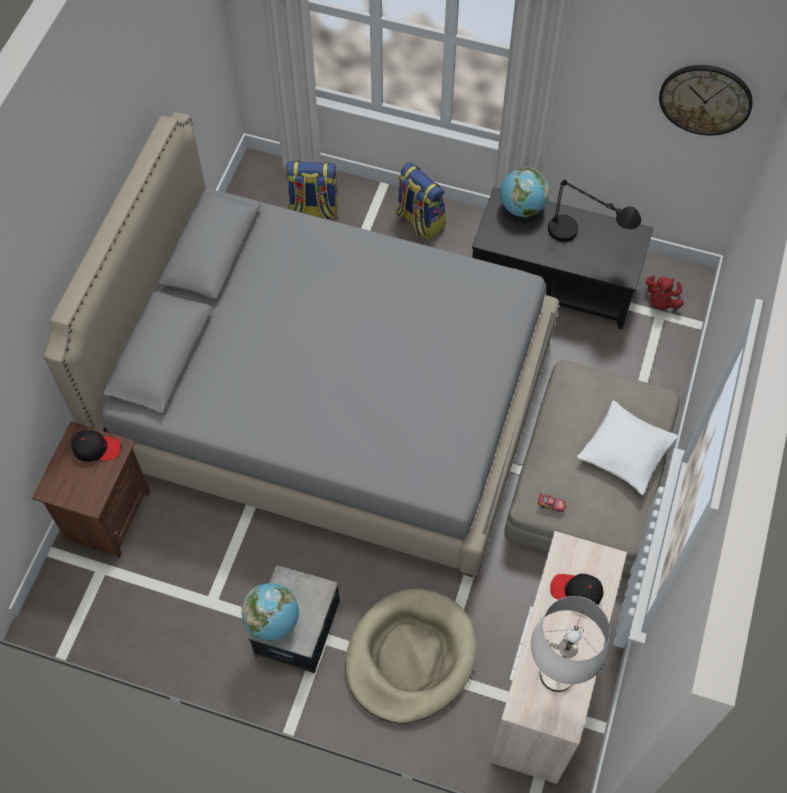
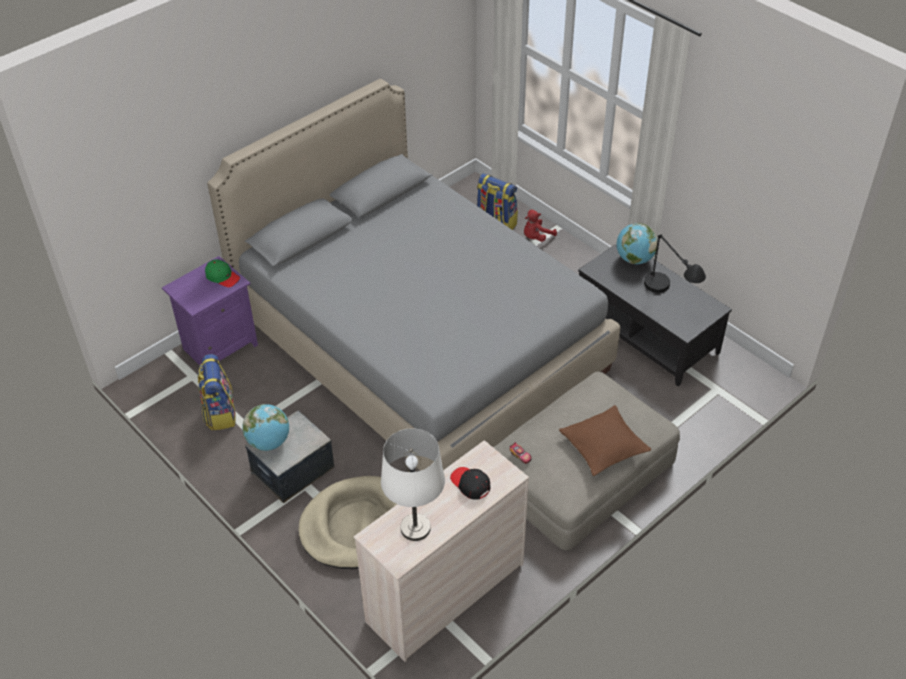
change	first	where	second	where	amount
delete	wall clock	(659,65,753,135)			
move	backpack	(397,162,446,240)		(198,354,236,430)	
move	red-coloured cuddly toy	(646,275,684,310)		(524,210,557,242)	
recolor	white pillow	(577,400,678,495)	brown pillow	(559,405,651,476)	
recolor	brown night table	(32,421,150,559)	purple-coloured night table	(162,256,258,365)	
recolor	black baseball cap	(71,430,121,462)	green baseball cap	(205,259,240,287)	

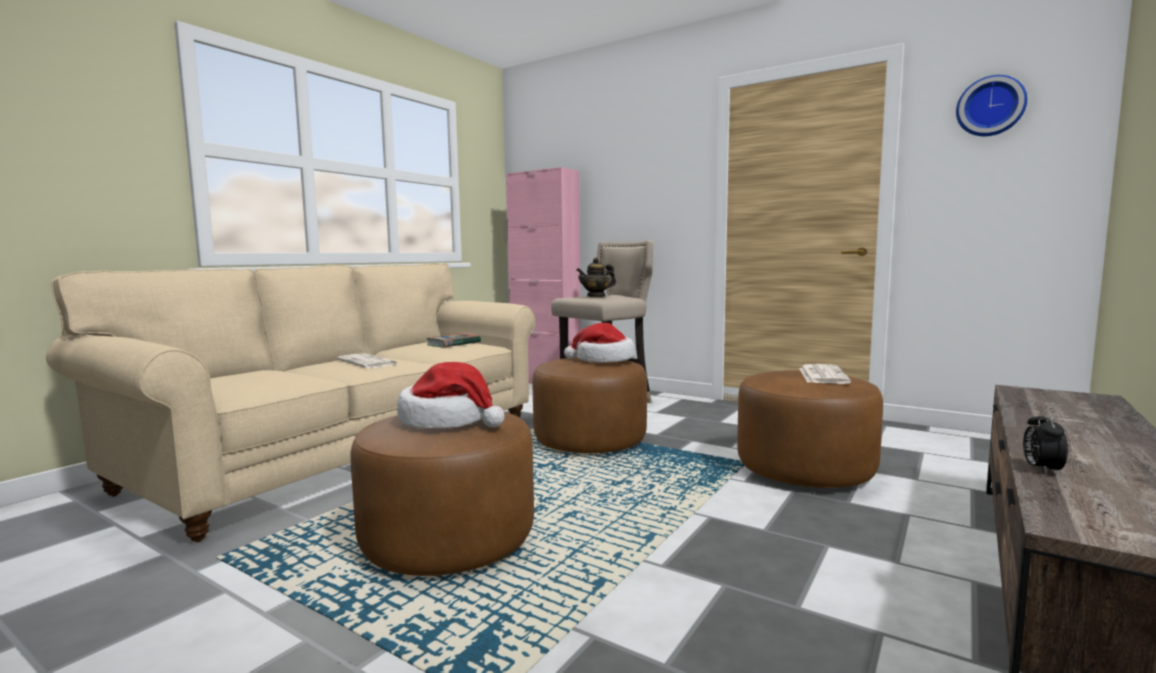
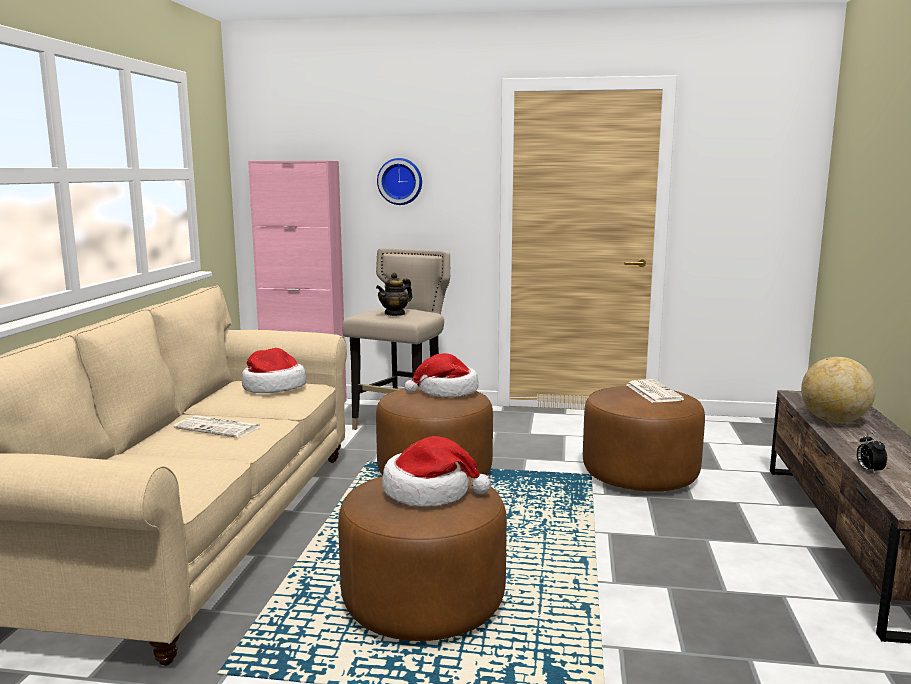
change	first	where	second	where	amount
move	wall clock	(956,75,1027,136)		(377,158,422,205)	
replace	volume	(426,333,481,347)	wearable hat	(242,348,306,393)	
insert			desk globe	(801,357,876,423)	

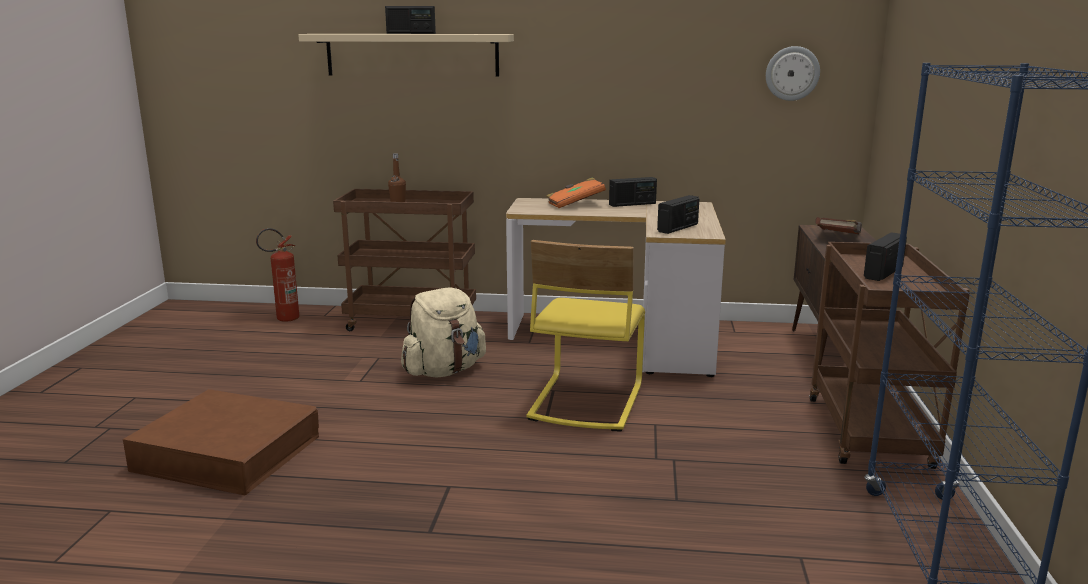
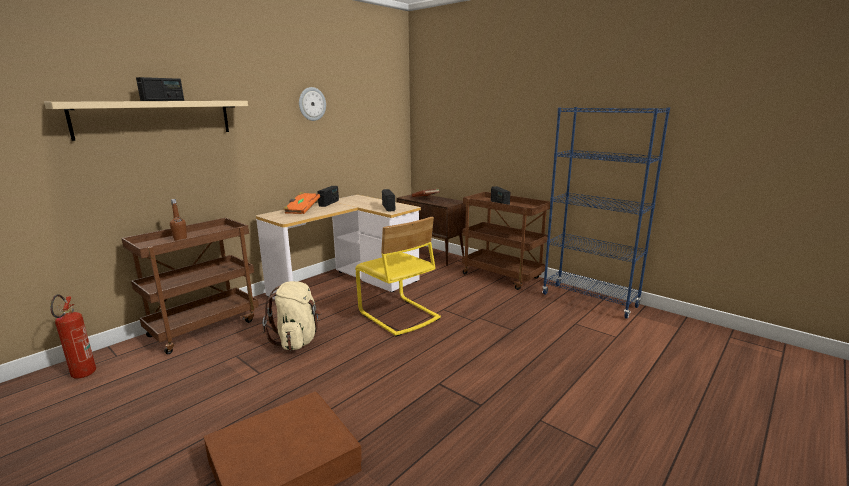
change	first	where	second	where	amount
move	wall clock	(766,46,820,101)		(299,87,326,121)	

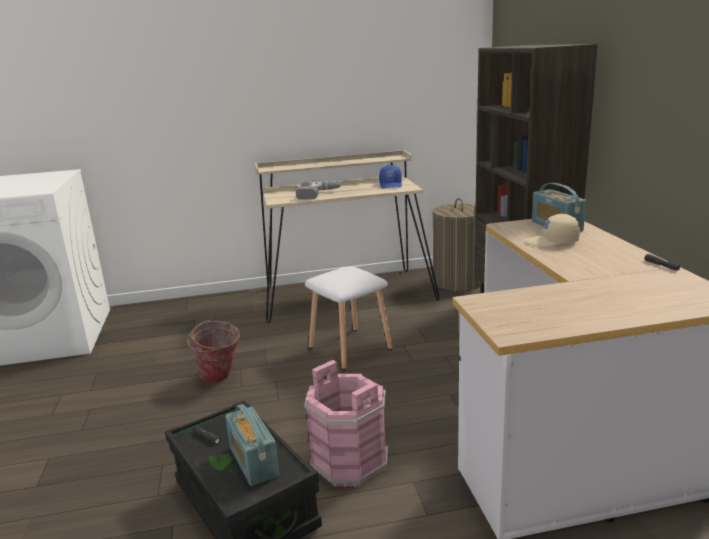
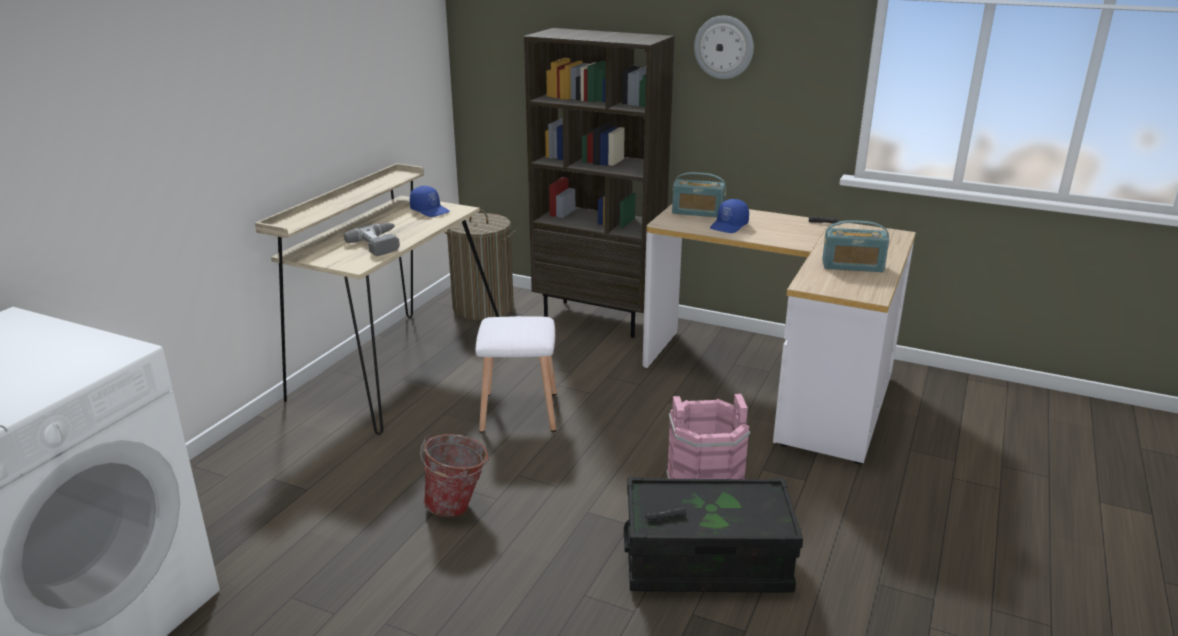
change	first	where	second	where	amount
recolor	beige-coloured baseball cap	(526,214,580,247)	blue-coloured baseball cap	(710,199,749,233)	
move	radio	(225,404,279,486)		(822,220,889,272)	
insert			wall clock	(694,16,754,79)	

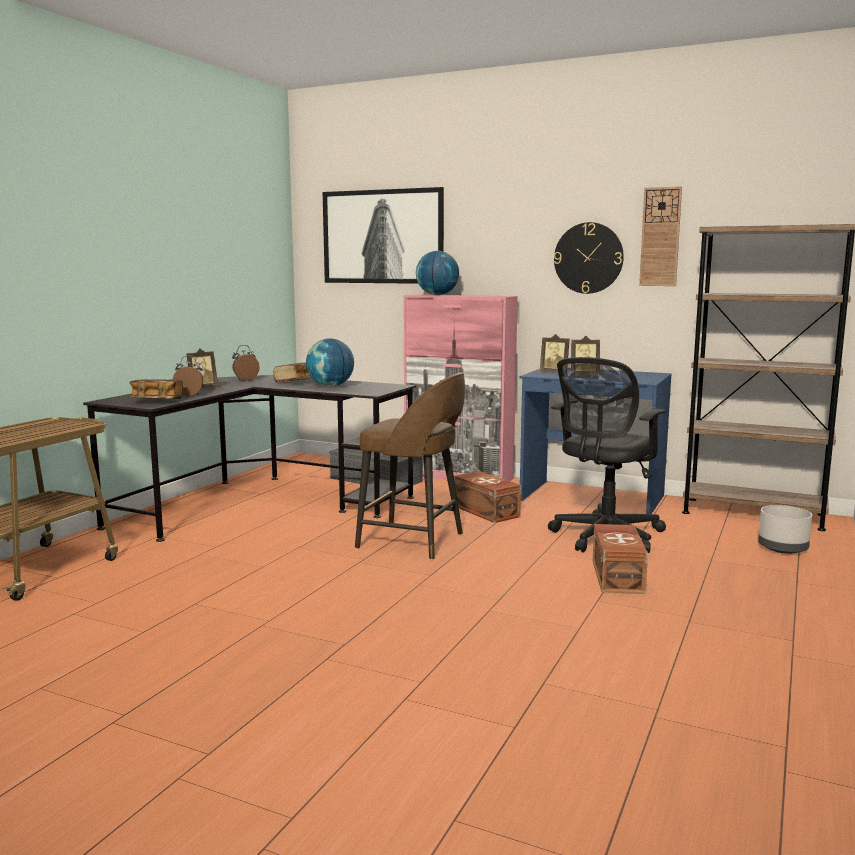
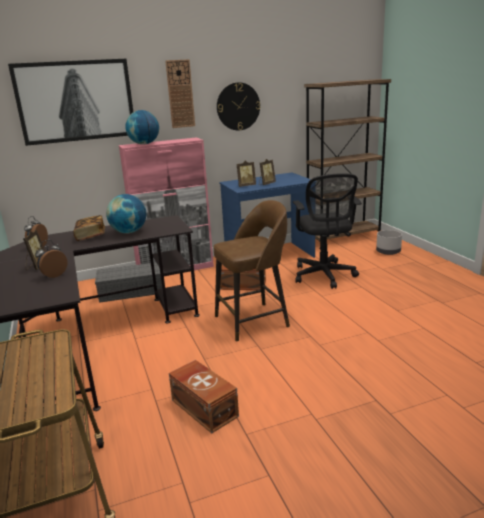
change	first	where	second	where	amount
move	wall clock	(639,186,682,286)		(165,59,195,128)	
delete	volume	(130,380,183,399)			
move	brown storage container	(593,524,648,594)		(169,360,239,434)	

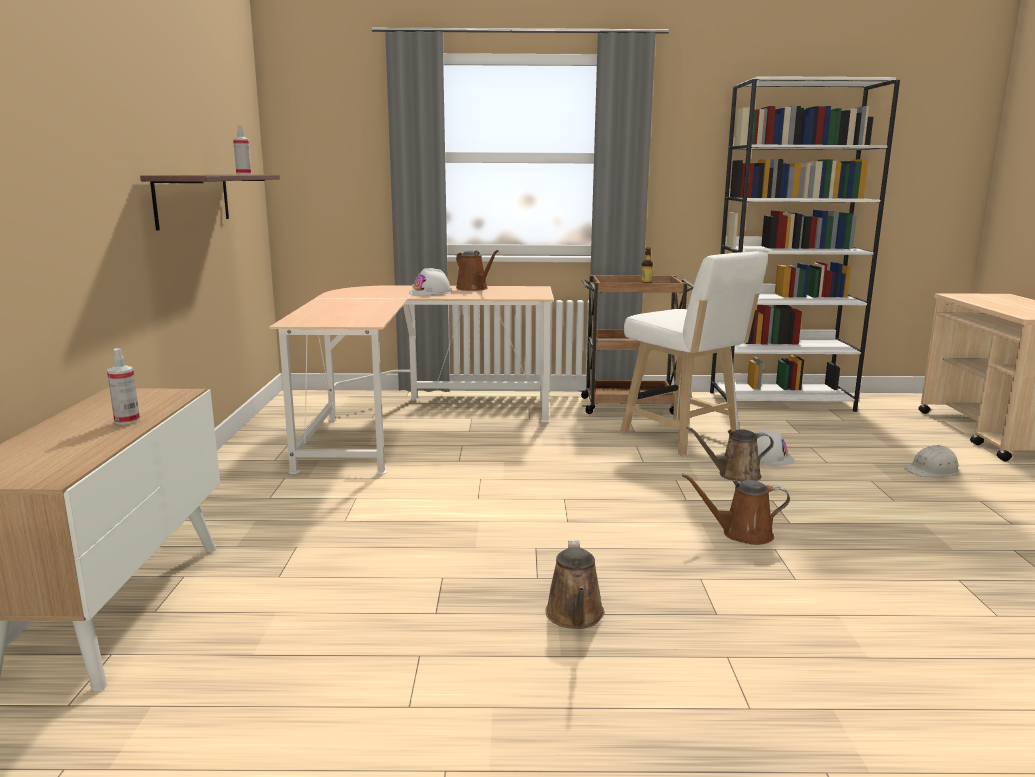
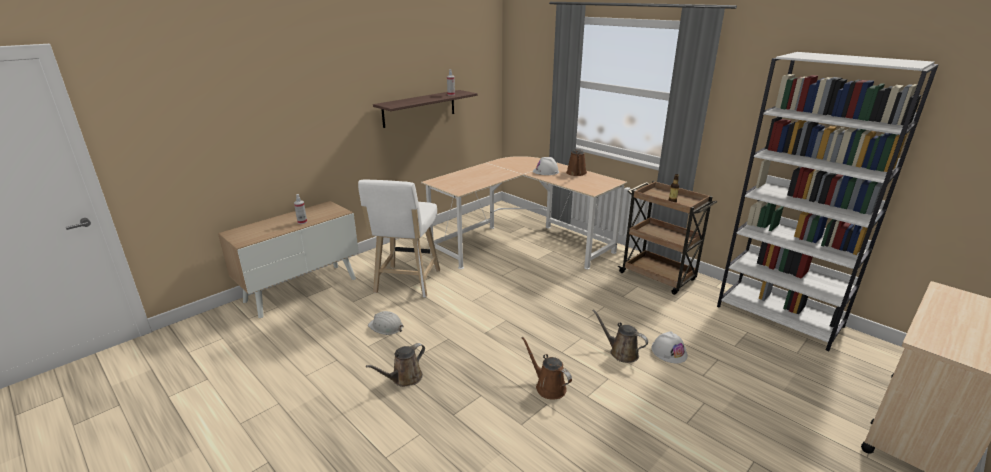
change	first	where	second	where	amount
move	white sitting stool	(620,251,768,457)		(358,179,440,297)	
move	white hard hat	(904,445,960,477)		(368,311,404,335)	

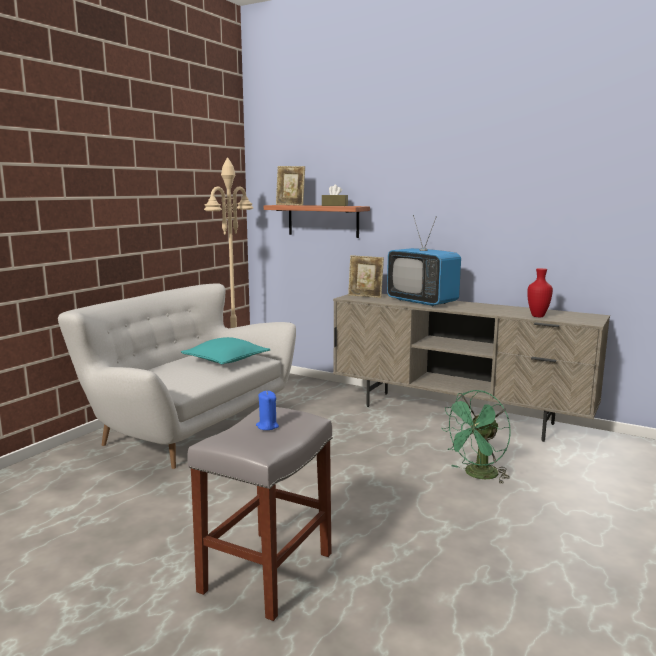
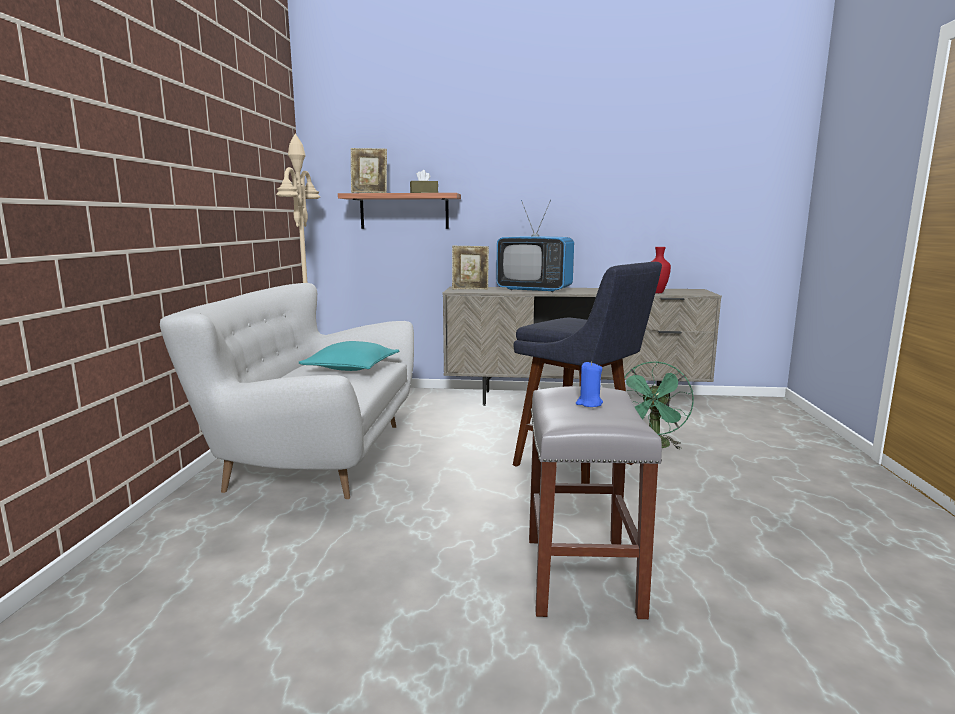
change	first	where	second	where	amount
insert			blue-coloured sitting stool	(513,262,662,484)	

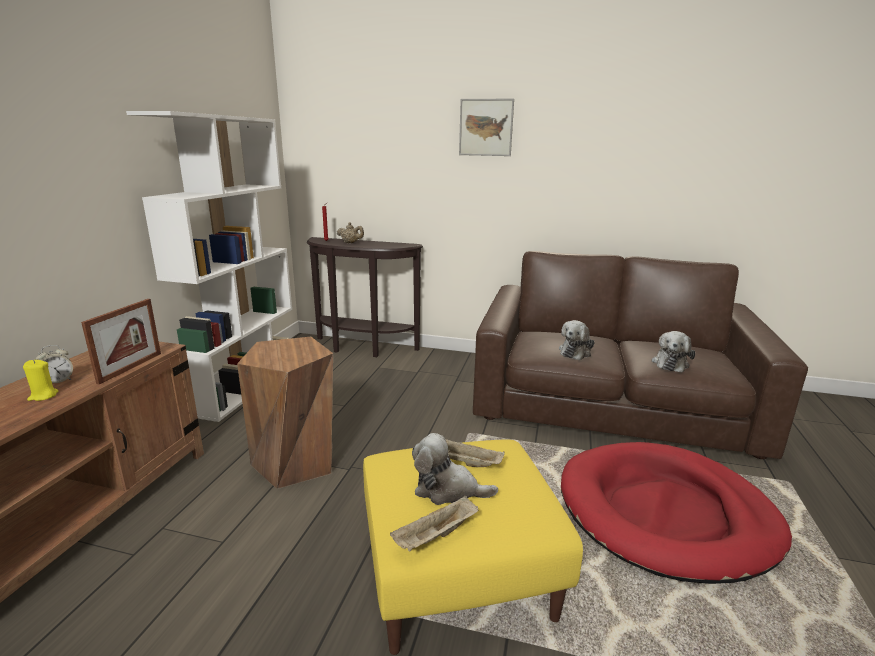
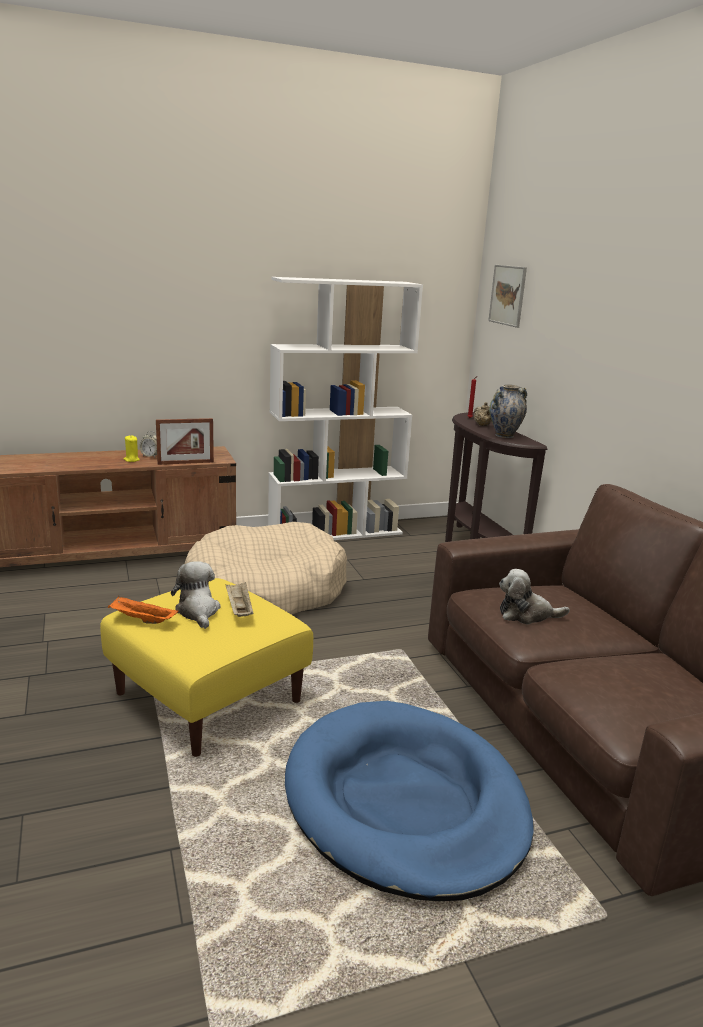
change	first	where	second	where	amount
move	picture	(459,99,514,156)		(488,265,527,328)	
delete	cuddly toy	(652,331,695,373)			
replace	brown sitting stool	(237,337,333,489)	beige-coloured pet bed	(184,522,347,615)	
recolor	red-coloured pet bed	(561,442,792,584)	blue-coloured pet bed	(285,701,534,901)	
recolor	beige-coloured tray	(390,496,478,552)	orangey tray	(108,596,178,624)	
insert			flower vase	(489,385,527,438)	

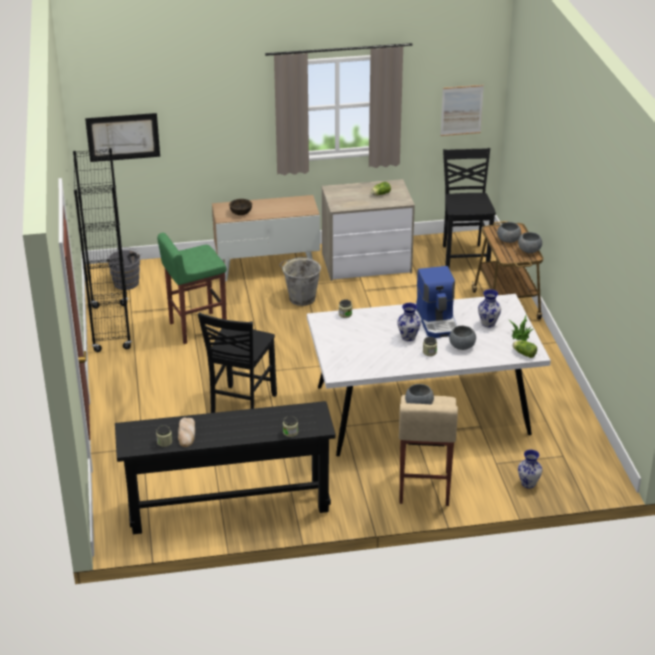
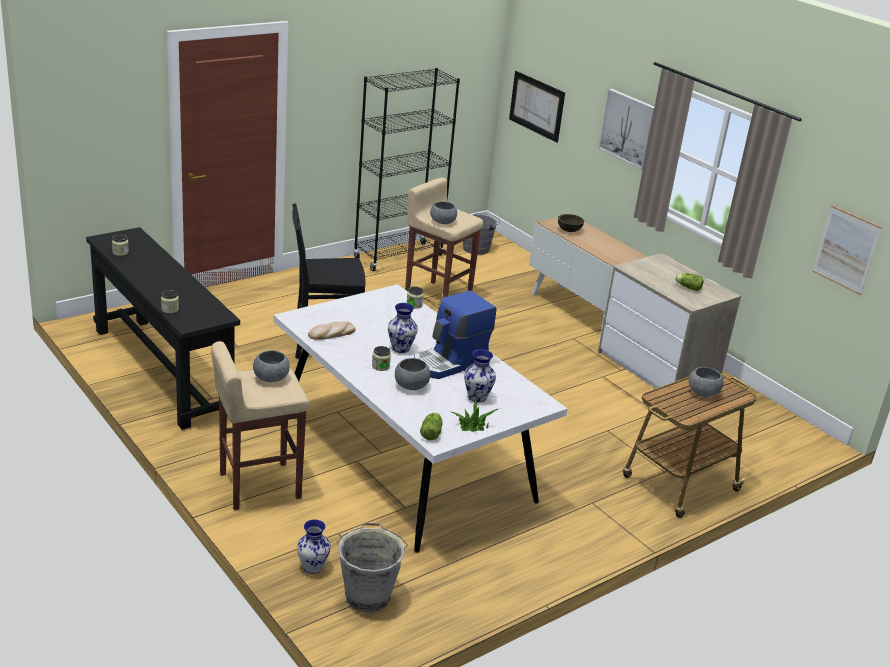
change	first	where	second	where	amount
delete	black chair	(443,148,496,268)			
move	gray serving bowl	(518,232,542,253)		(430,201,457,224)	
recolor	green sitting stool	(157,233,227,344)	beige-coloured sitting stool	(405,178,483,297)	
move	gray bucket	(279,257,321,306)		(337,522,408,613)	
move	baked bread	(178,417,195,447)		(308,321,356,340)	
insert			picture	(598,89,654,169)	

